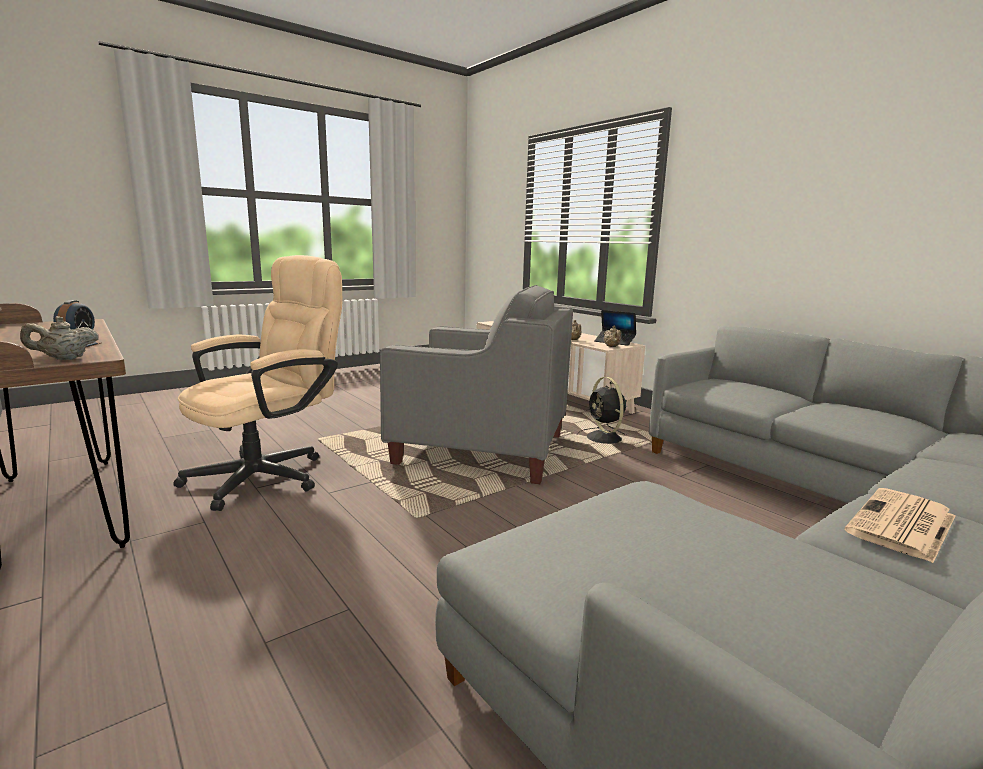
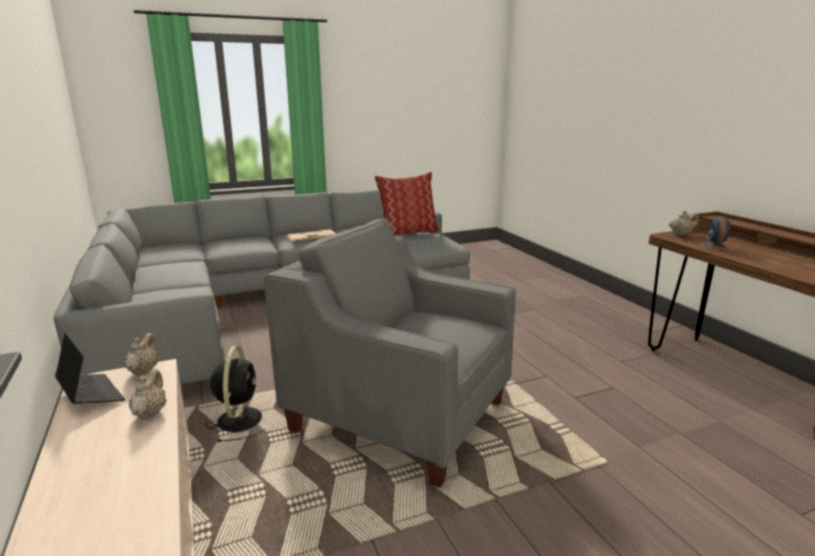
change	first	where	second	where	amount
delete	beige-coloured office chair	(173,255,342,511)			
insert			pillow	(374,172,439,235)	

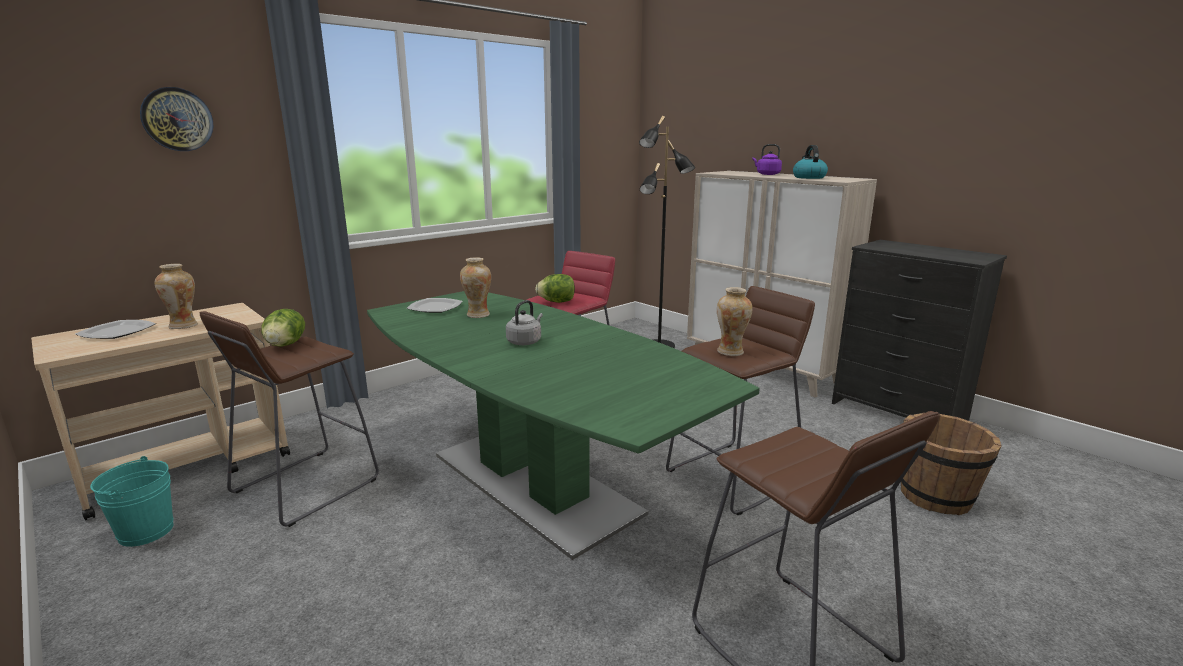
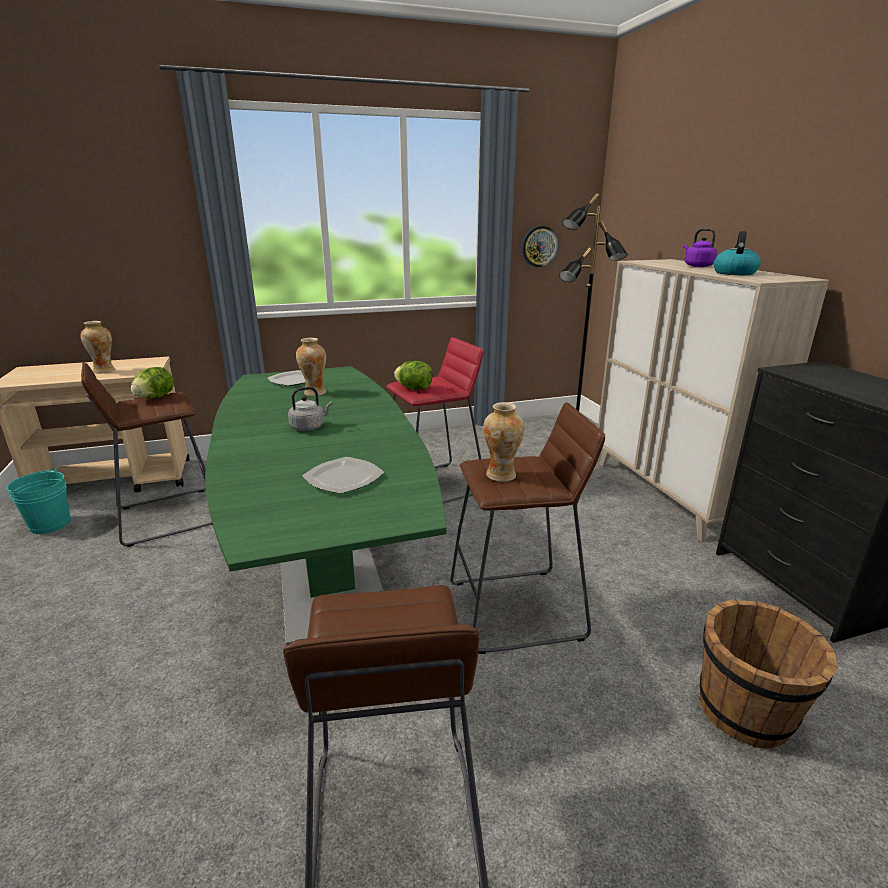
change	first	where	second	where	amount
move	wall clock	(140,87,214,151)		(522,226,559,267)	
move	flat dish	(75,320,156,339)		(302,457,384,494)	

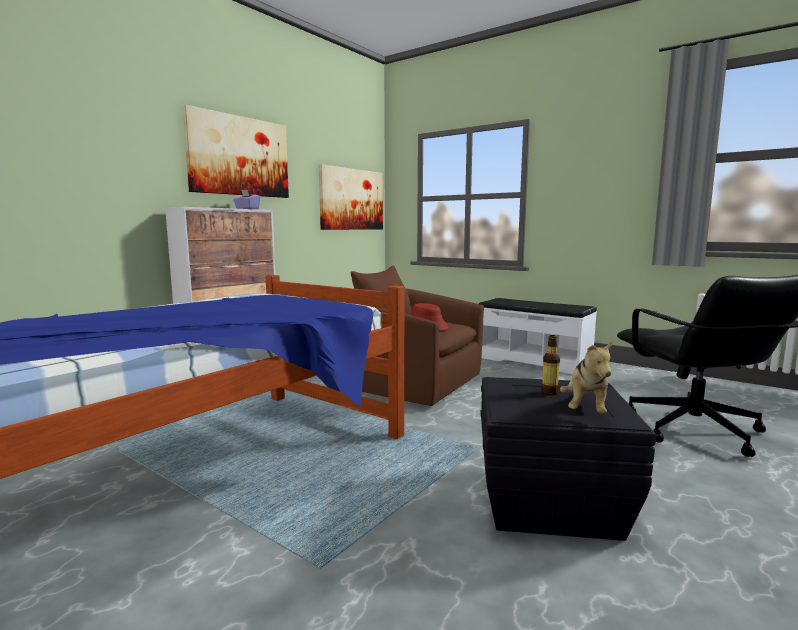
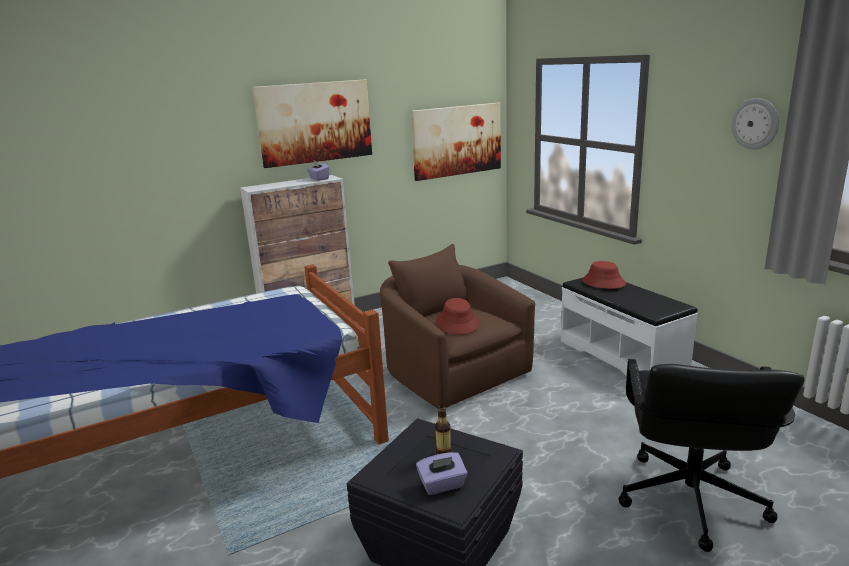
change	first	where	second	where	amount
replace	cuddly toy	(560,341,613,414)	purple-coloured tissue holder	(416,452,468,495)	
insert			wall clock	(731,98,779,150)	
insert			red-coloured wearable hat	(582,261,626,289)	

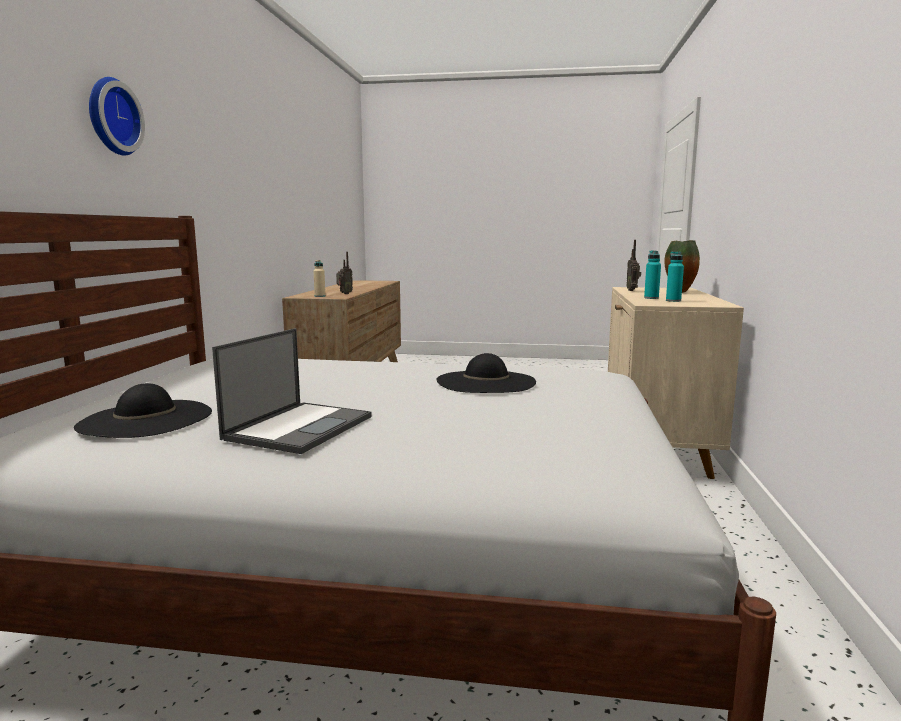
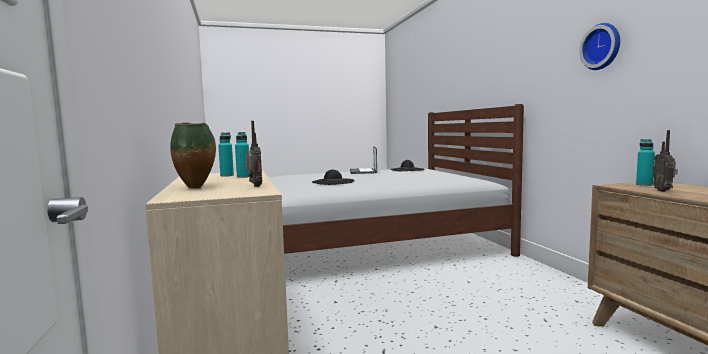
change	first	where	second	where	amount
move	wall clock	(89,77,145,156)		(579,23,620,70)	
recolor	beige-coloured bottle	(313,260,326,297)	turquoise bottle	(636,139,655,186)	

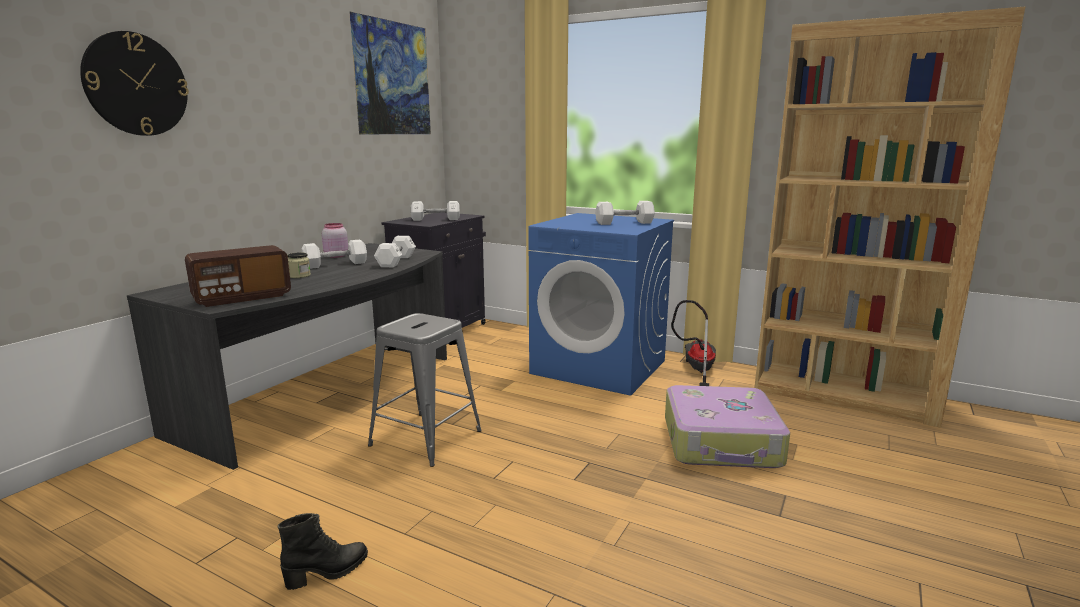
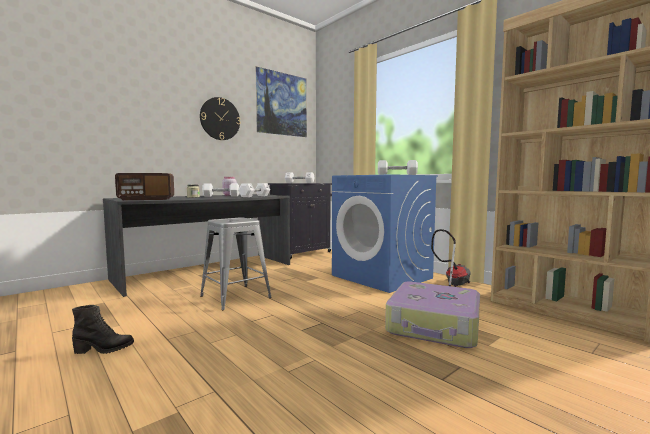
change	first	where	second	where	amount
move	wall clock	(80,31,189,136)		(200,97,241,140)	

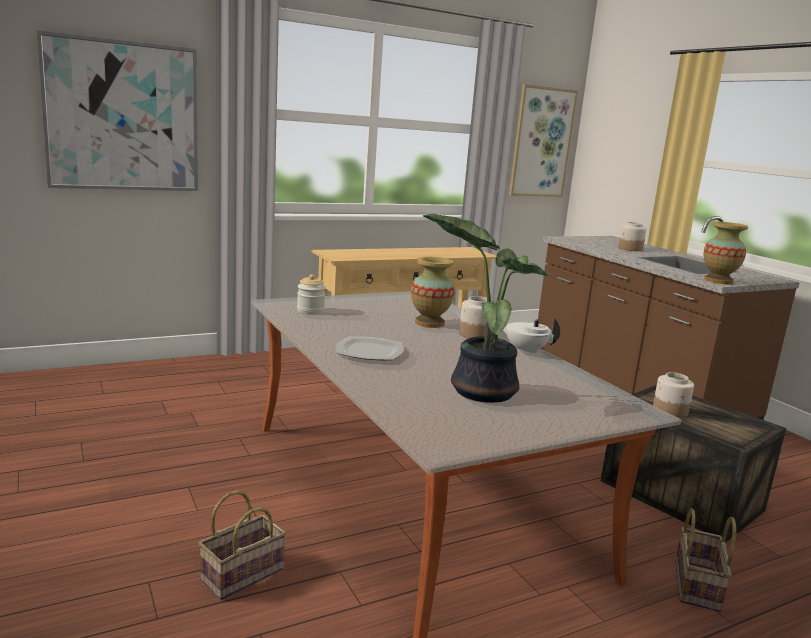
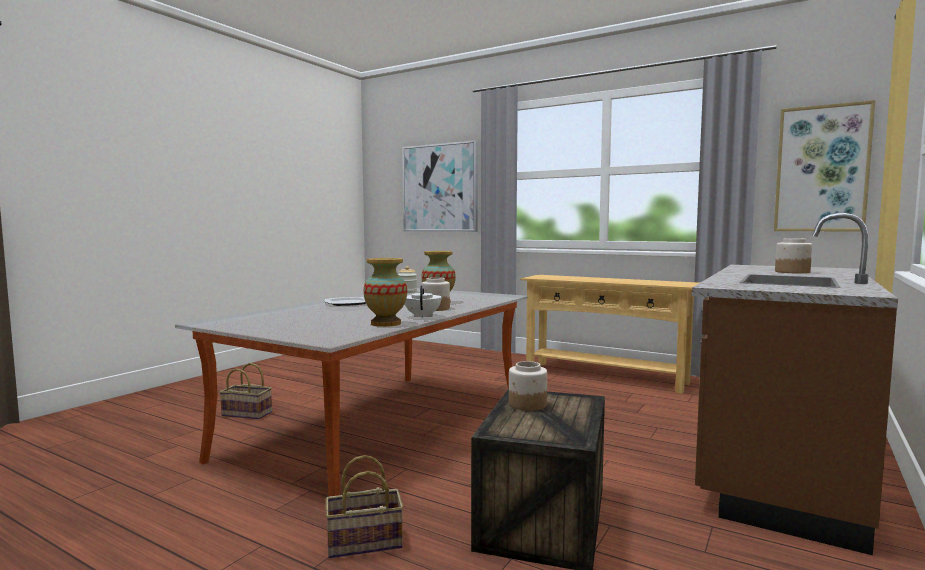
change	first	where	second	where	amount
delete	houseplant	(422,214,551,403)			
move	flower vase	(703,222,748,284)		(364,258,407,327)	

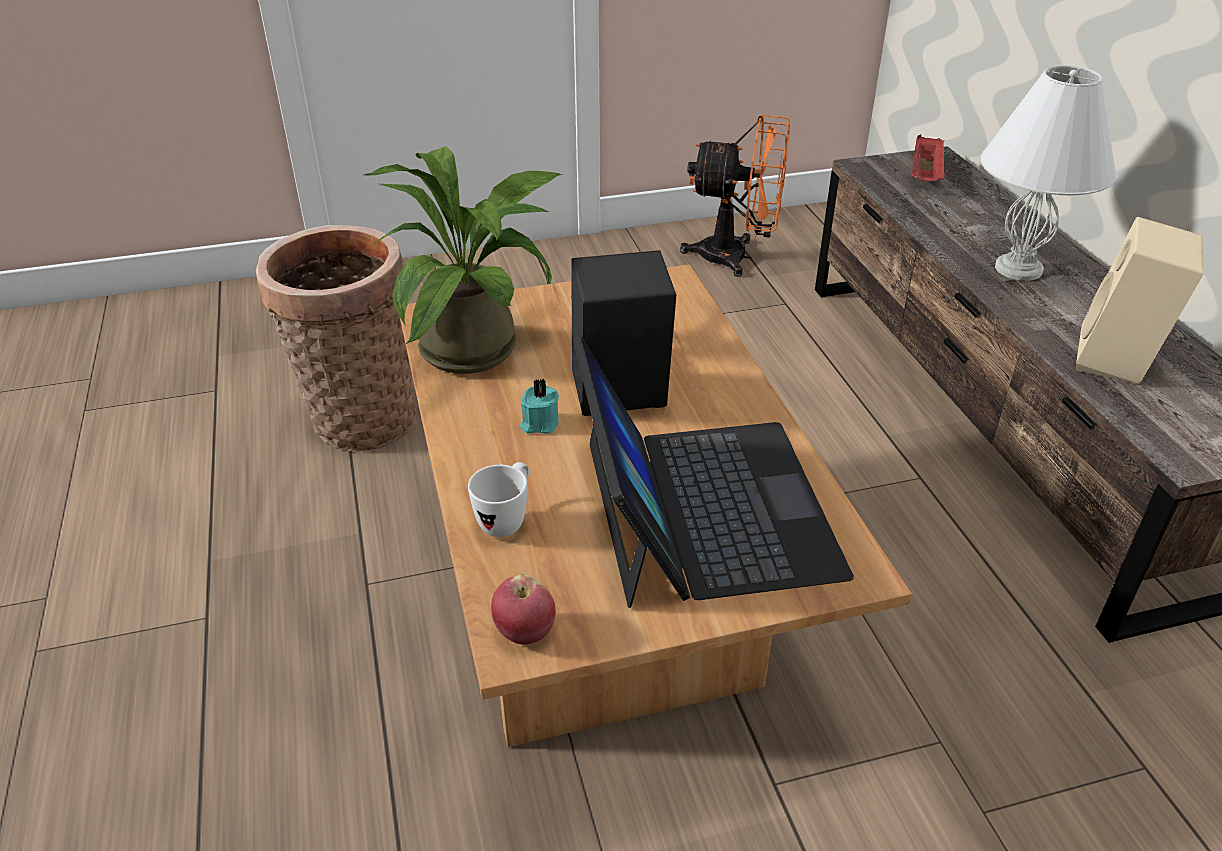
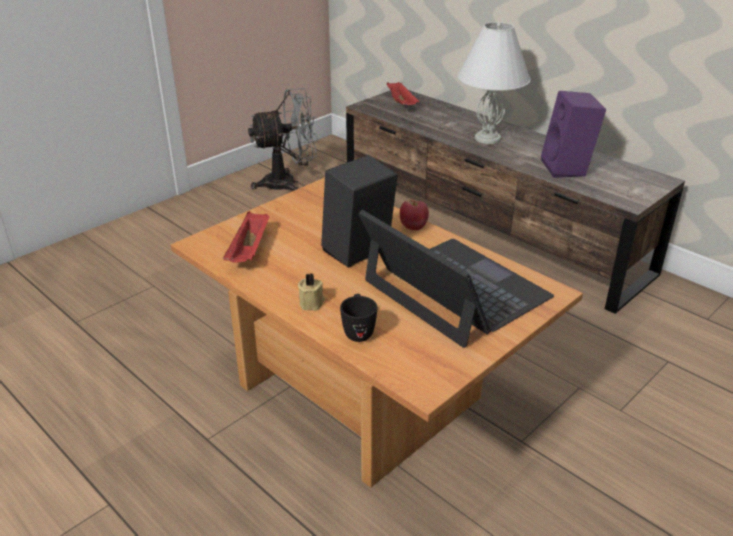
change	first	where	second	where	amount
recolor	orangey electric fan	(680,114,790,277)	gray electric fan	(248,88,318,191)	
replace	houseplant	(364,146,563,374)	red-coloured tray	(223,211,270,262)	
recolor	beige-coloured audio speaker	(1075,217,1204,384)	purple-coloured audio speaker	(541,91,606,178)	
delete	basket	(256,225,416,451)			
delete	turquoise candle	(520,379,559,434)			
recolor	white coffee mug	(468,462,529,537)	black coffee mug	(340,294,377,342)	
move	apple fruit	(491,574,556,645)		(400,199,429,230)	
insert			beige-coloured candle	(298,273,325,311)	

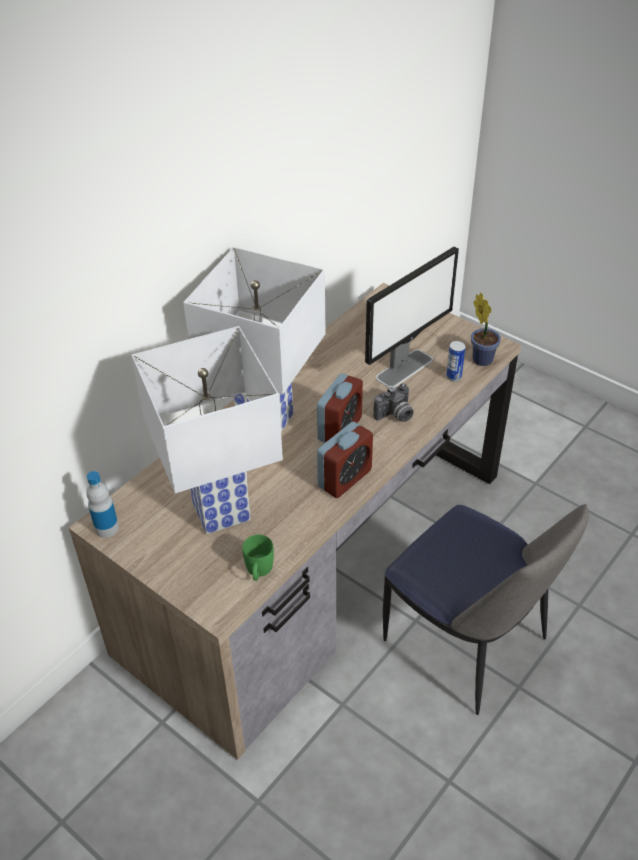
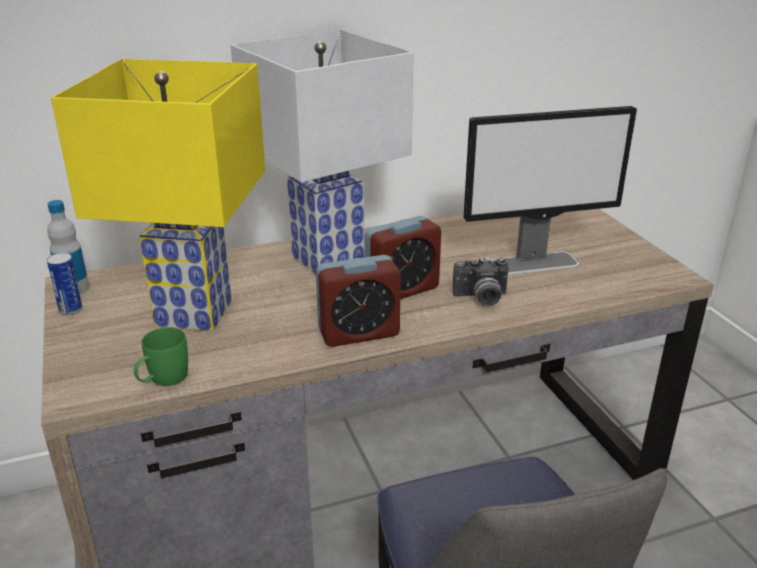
change	first	where	second	where	amount
delete	houseplant	(471,292,501,366)			
recolor	white lamp for a table	(131,326,283,534)	yellowish lamp for a table	(51,59,265,332)	
move	metal can	(446,341,466,381)		(47,253,82,315)	

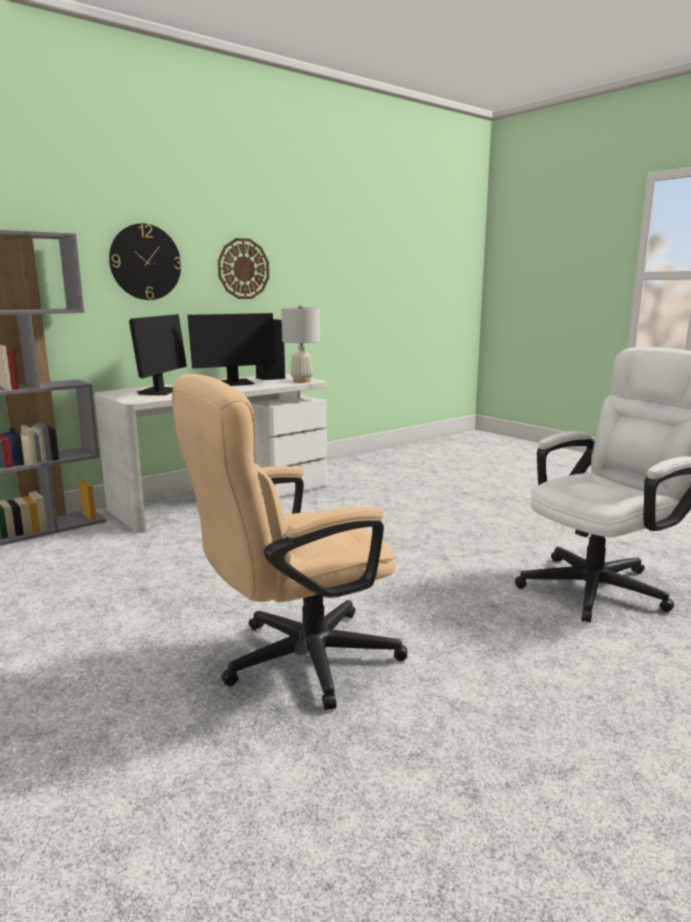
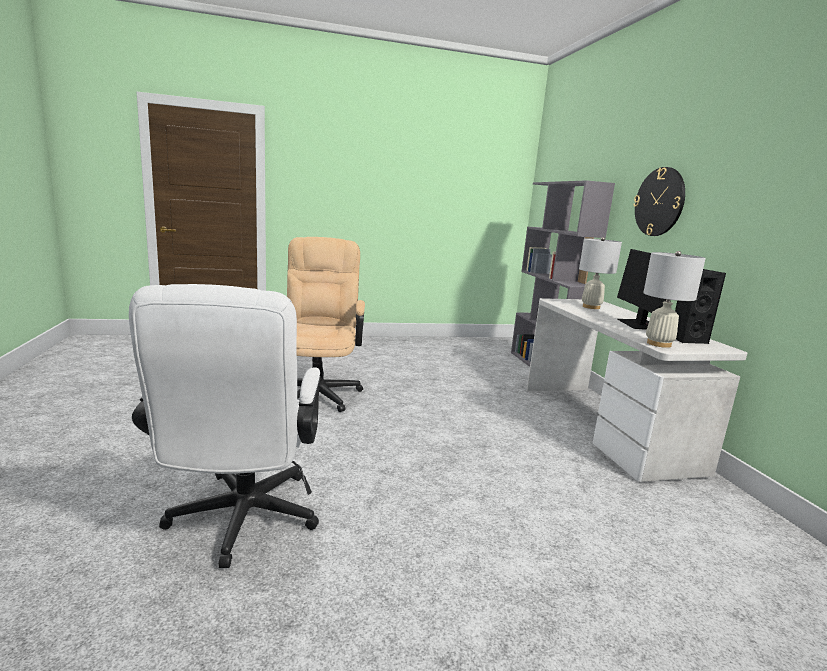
change	first	where	second	where	amount
delete	wall clock	(218,238,269,299)			
replace	computer screen	(129,314,187,395)	white lamp for a table	(579,237,622,309)	

